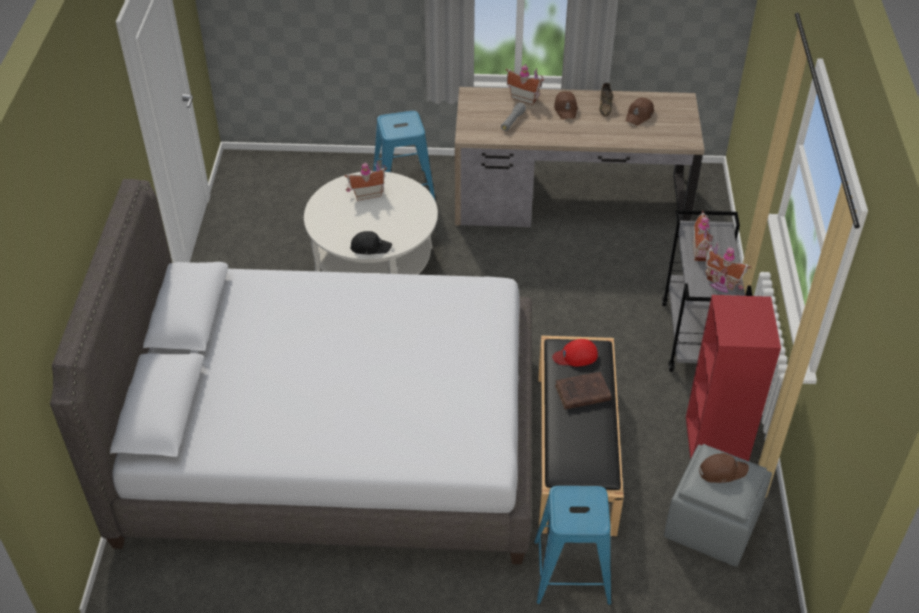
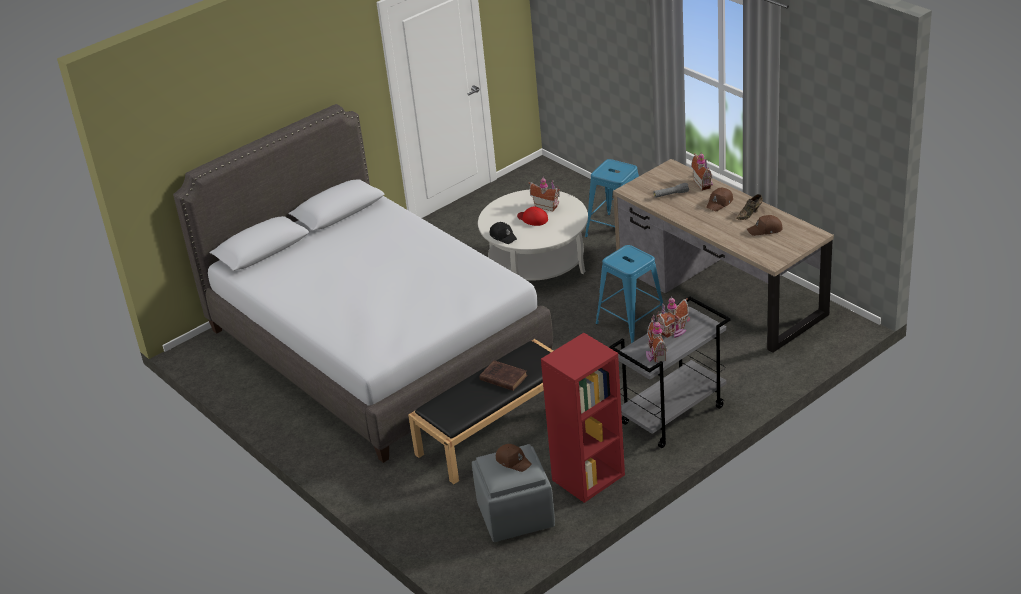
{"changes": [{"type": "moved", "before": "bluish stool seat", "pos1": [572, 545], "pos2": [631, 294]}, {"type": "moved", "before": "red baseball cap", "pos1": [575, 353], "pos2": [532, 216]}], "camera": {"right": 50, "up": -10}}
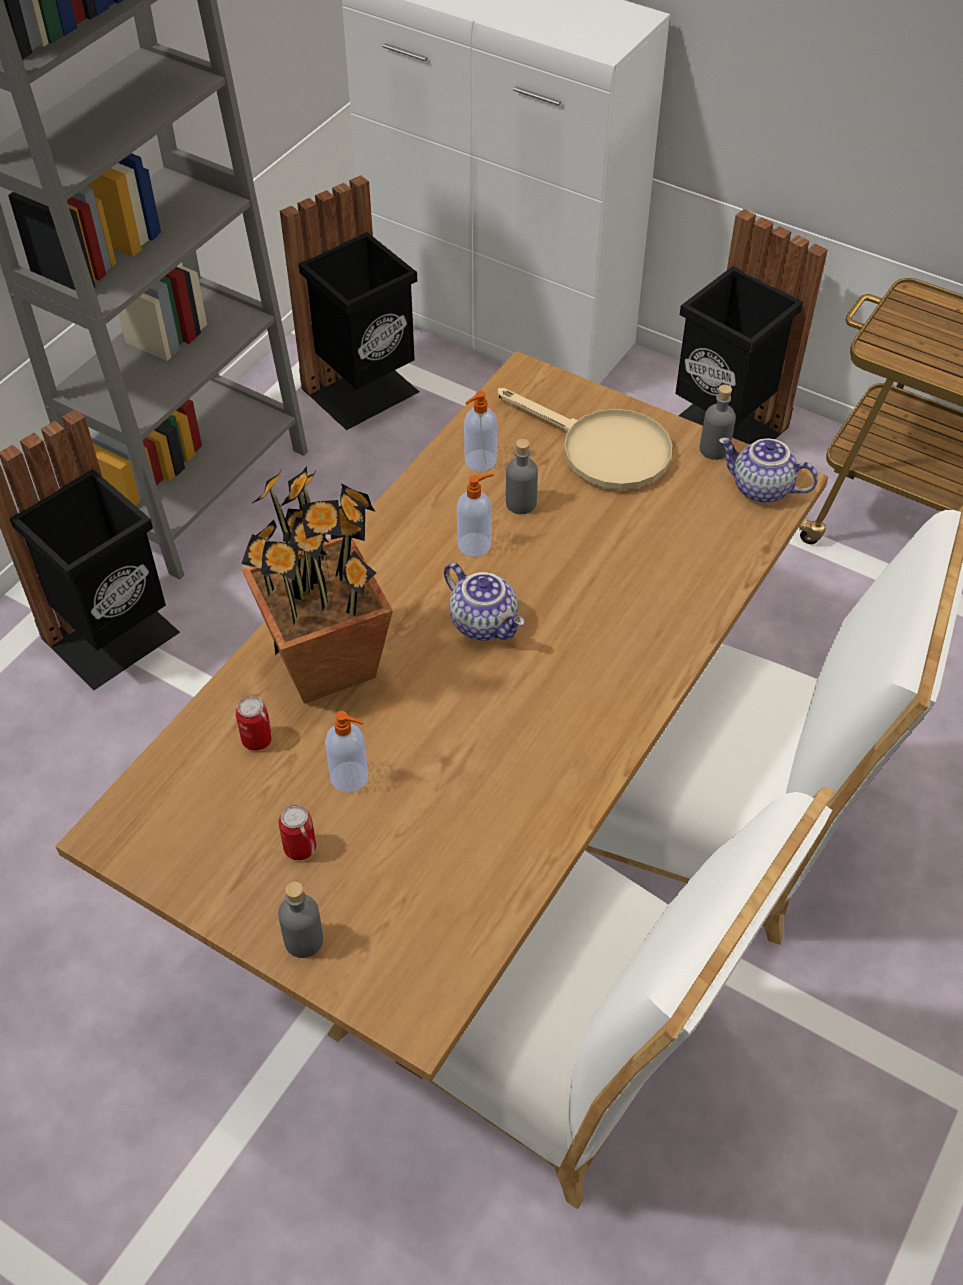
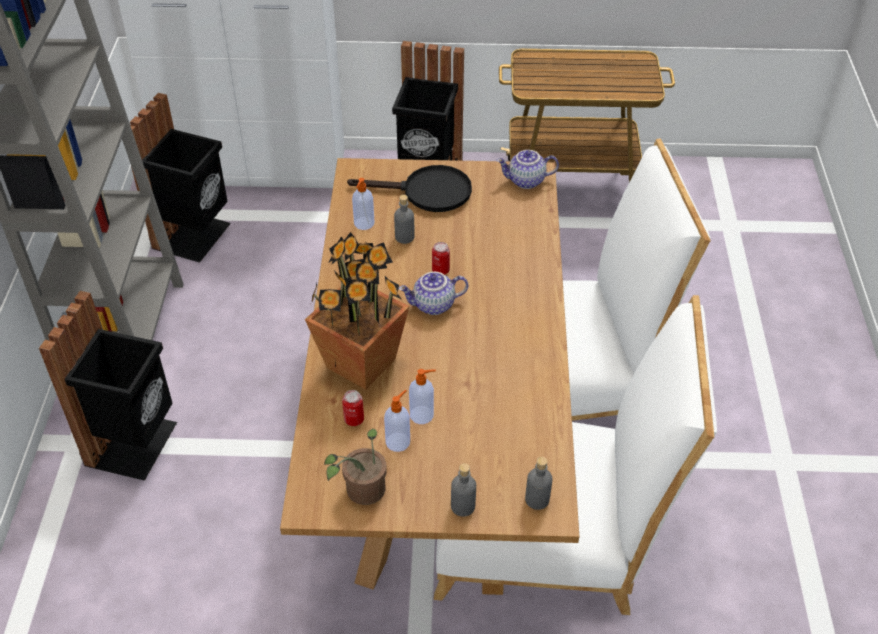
{"changes": [{"type": "moved", "before": "metal can", "pos1": [297, 832], "pos2": [441, 258]}, {"type": "turned", "before": "pot for tea", "pos1": [484, 601], "pos2": [433, 293], "turn": 150}, {"type": "moved", "before": "soap dispenser", "pos1": [475, 515], "pos2": [397, 421]}, {"type": "recoloured", "before": "sand-coloured frying pan", "after": "blackish frying pan", "pos1": [585, 439], "pos2": [409, 188]}, {"type": "moved", "before": "greyish beverage bottle", "pos1": [718, 422], "pos2": [538, 483]}, {"type": "added", "after": "potted plant", "pos2": [355, 467]}], "camera": {"right": -30, "up": -5}}
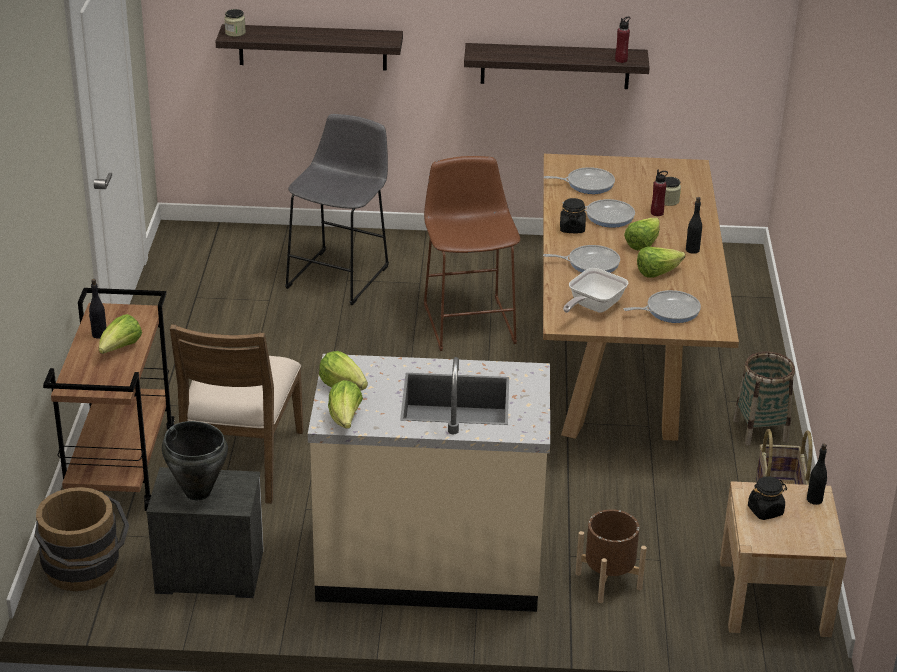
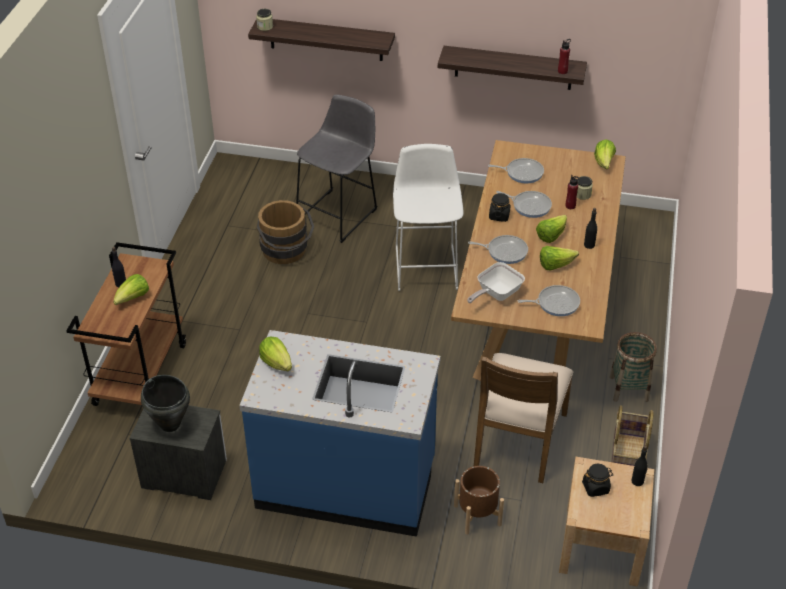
{"changes": [{"type": "moved", "before": "brown-coloured water bucket", "pos1": [81, 539], "pos2": [285, 232]}, {"type": "moved", "before": "brown-coloured upright chair", "pos1": [237, 414], "pos2": [524, 418]}, {"type": "recoloured", "before": "sand-coloured kitchen base unit", "after": "bluish kitchen base unit", "pos1": [429, 483], "pos2": [340, 433]}, {"type": "moved", "before": "lettuce", "pos1": [345, 404], "pos2": [605, 154]}, {"type": "recoloured", "before": "brown-coloured stool seat", "after": "white-coloured stool seat", "pos1": [472, 253], "pos2": [428, 217]}], "camera": {"right": 10, "up": 10}}
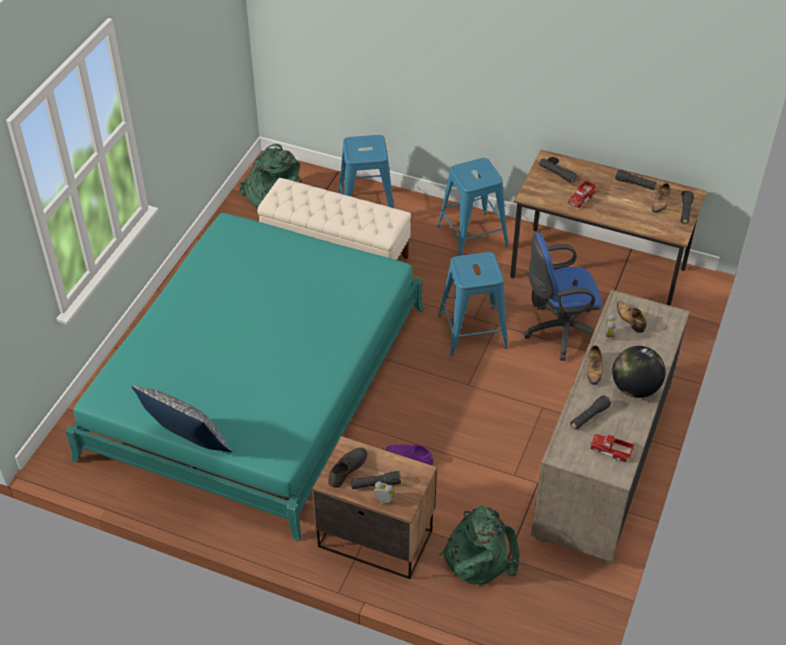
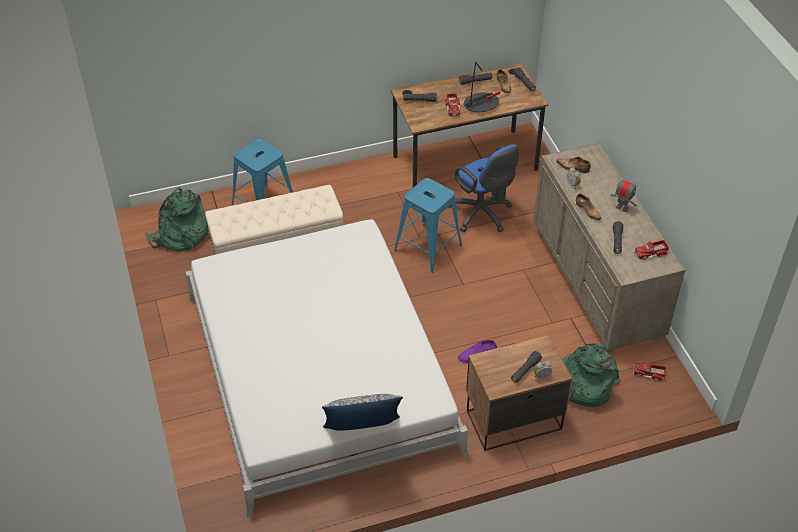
{"changes": [{"type": "recoloured", "before": "turquoise-coloured bedroom bed", "after": "white-coloured bedroom bed", "pos1": [244, 377], "pos2": [327, 368]}, {"type": "removed", "before": "greyish low shoe", "pos1": [347, 468]}, {"type": "removed", "before": "bluish stool seat", "pos1": [472, 207]}, {"type": "turned", "before": "bluish desk chair", "pos1": [562, 297], "pos2": [483, 188], "turn": -75}, {"type": "replaced", "before": "desk globe", "after": "robot figure", "pos1": [638, 372], "pos2": [624, 193]}, {"type": "added", "after": "tabletop lamp", "pos2": [482, 87]}, {"type": "added", "after": "toy lorry", "pos2": [649, 372]}], "camera": {"right": -40, "up": 0}}
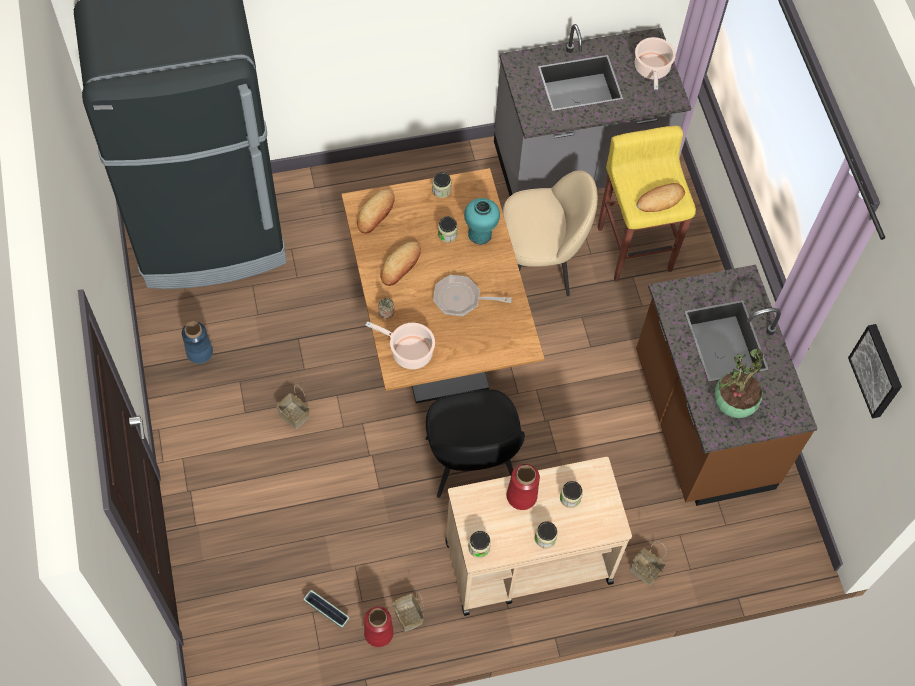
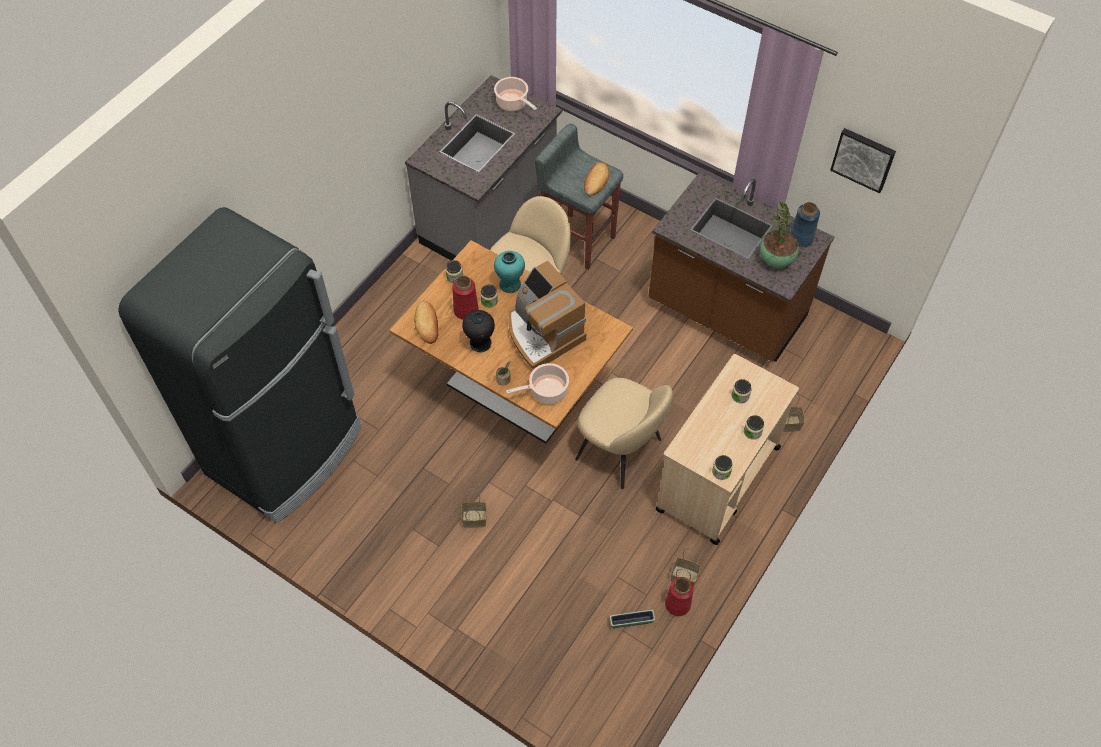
{"changes": [{"type": "moved", "before": "bluish flower vase", "pos1": [197, 342], "pos2": [805, 224]}, {"type": "replaced", "before": "bread", "after": "blackish flower vase", "pos1": [401, 263], "pos2": [478, 331]}, {"type": "recoloured", "before": "blackish upright chair", "after": "sand-coloured upright chair", "pos1": [475, 443], "pos2": [624, 433]}, {"type": "replaced", "before": "frying pan", "after": "coffee machine", "pos1": [472, 295], "pos2": [547, 315]}, {"type": "moved", "before": "red flower vase", "pos1": [523, 487], "pos2": [465, 298]}, {"type": "recoloured", "before": "yellowish stool seat", "after": "greyish stool seat", "pos1": [647, 204], "pos2": [579, 197]}], "camera": {"right": -40, "up": -5}}
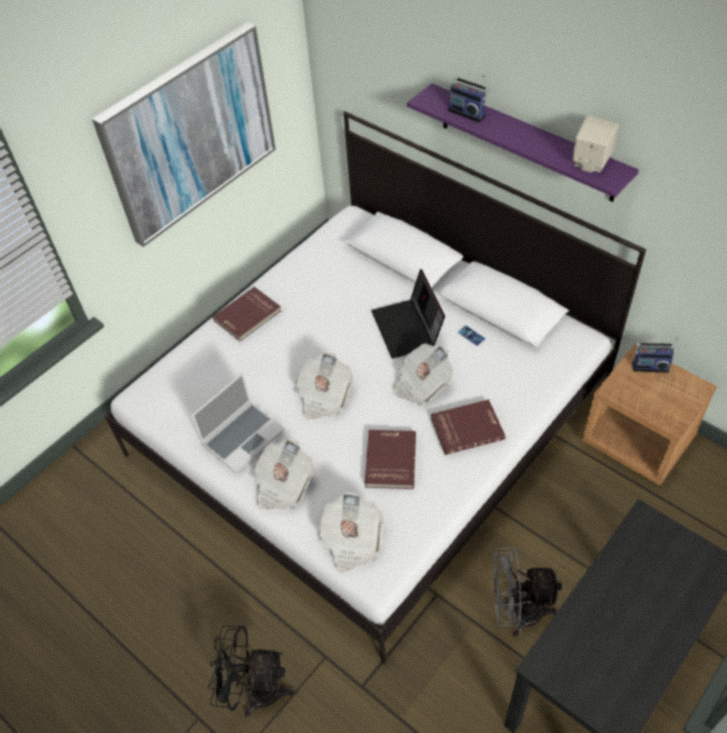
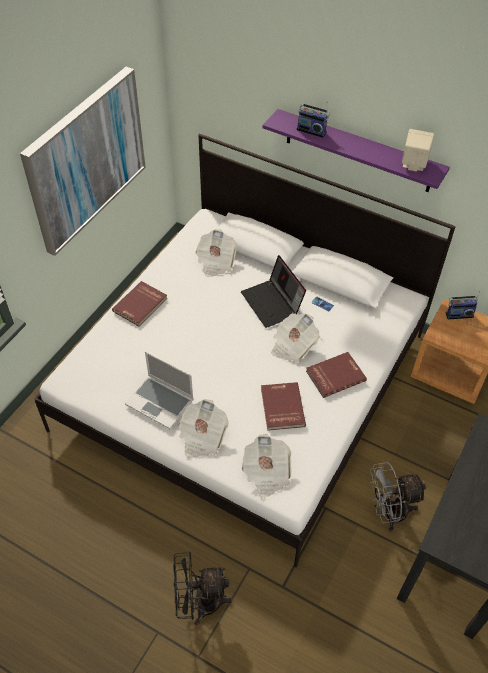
{"changes": [{"type": "turned", "before": "laptop", "pos1": [238, 422], "pos2": [159, 390], "turn": 90}, {"type": "moved", "before": "printed paper", "pos1": [324, 385], "pos2": [216, 253]}], "camera": {"right": -15, "up": 0}}
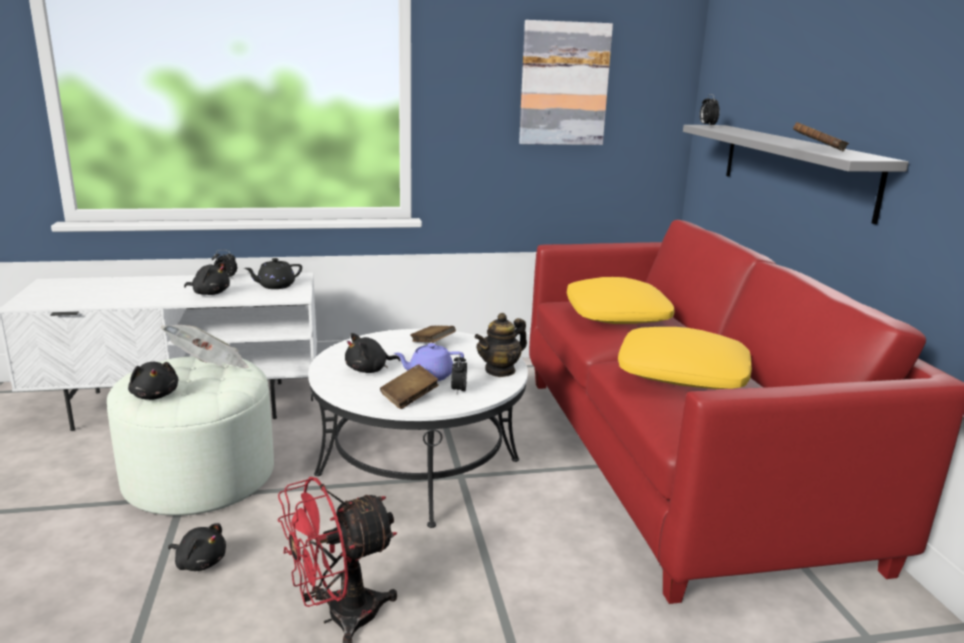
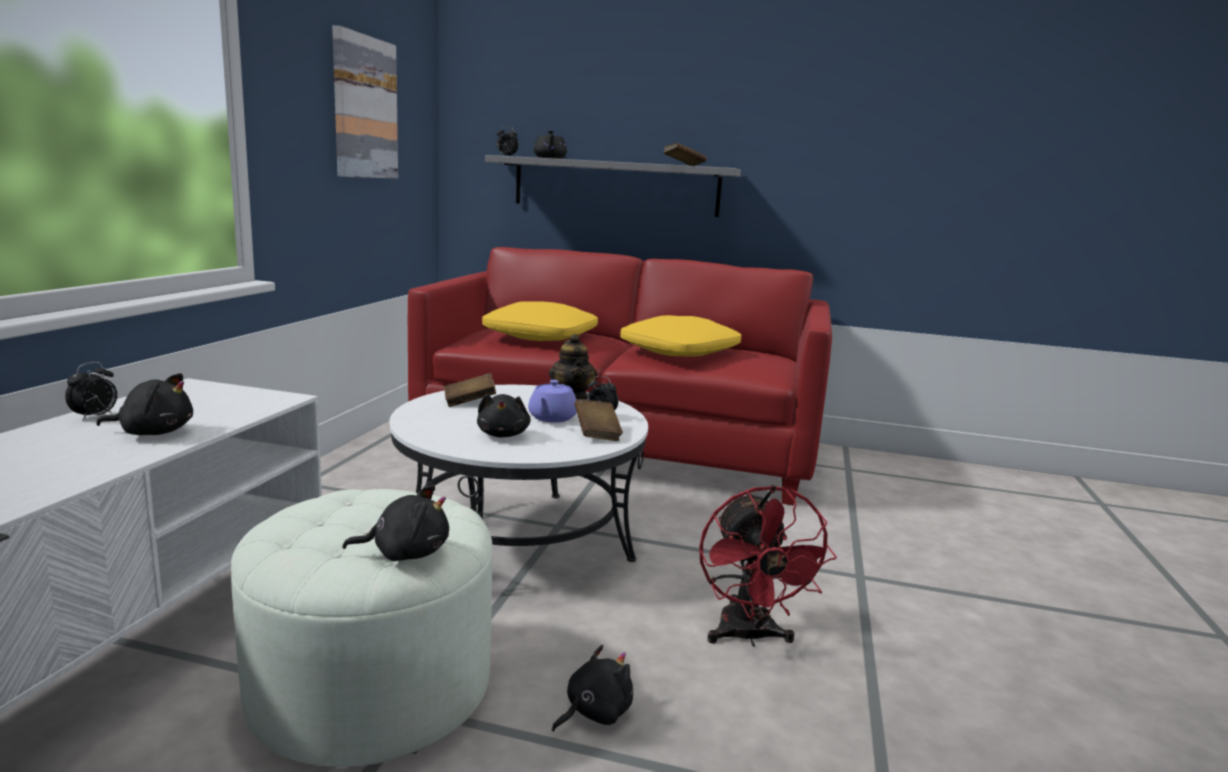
{"changes": [{"type": "removed", "before": "printed paper", "pos1": [205, 346]}, {"type": "turned", "before": "blackish plush toy", "pos1": [207, 278], "pos2": [144, 404], "turn": 45}, {"type": "moved", "before": "blackish pot for tea", "pos1": [273, 273], "pos2": [550, 145]}], "camera": {"right": -65, "up": -5}}
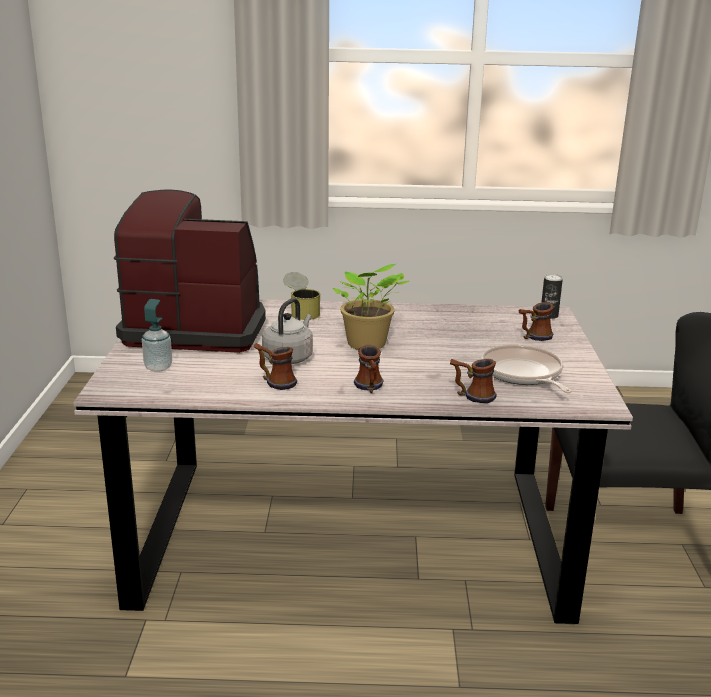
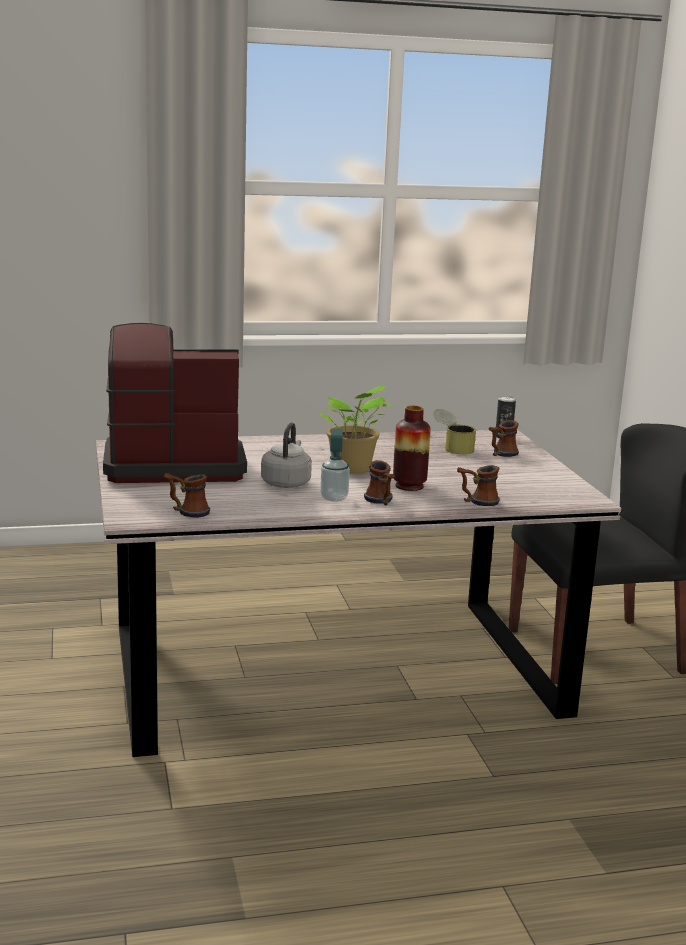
{"changes": [{"type": "moved", "before": "soap dispenser", "pos1": [157, 335], "pos2": [335, 465]}, {"type": "moved", "before": "mug", "pos1": [275, 366], "pos2": [187, 495]}, {"type": "moved", "before": "metal can", "pos1": [301, 296], "pos2": [454, 431]}, {"type": "removed", "before": "frying pan", "pos1": [526, 369]}, {"type": "added", "after": "flower vase", "pos2": [412, 448]}], "camera": {"right": -15, "up": -5}}
